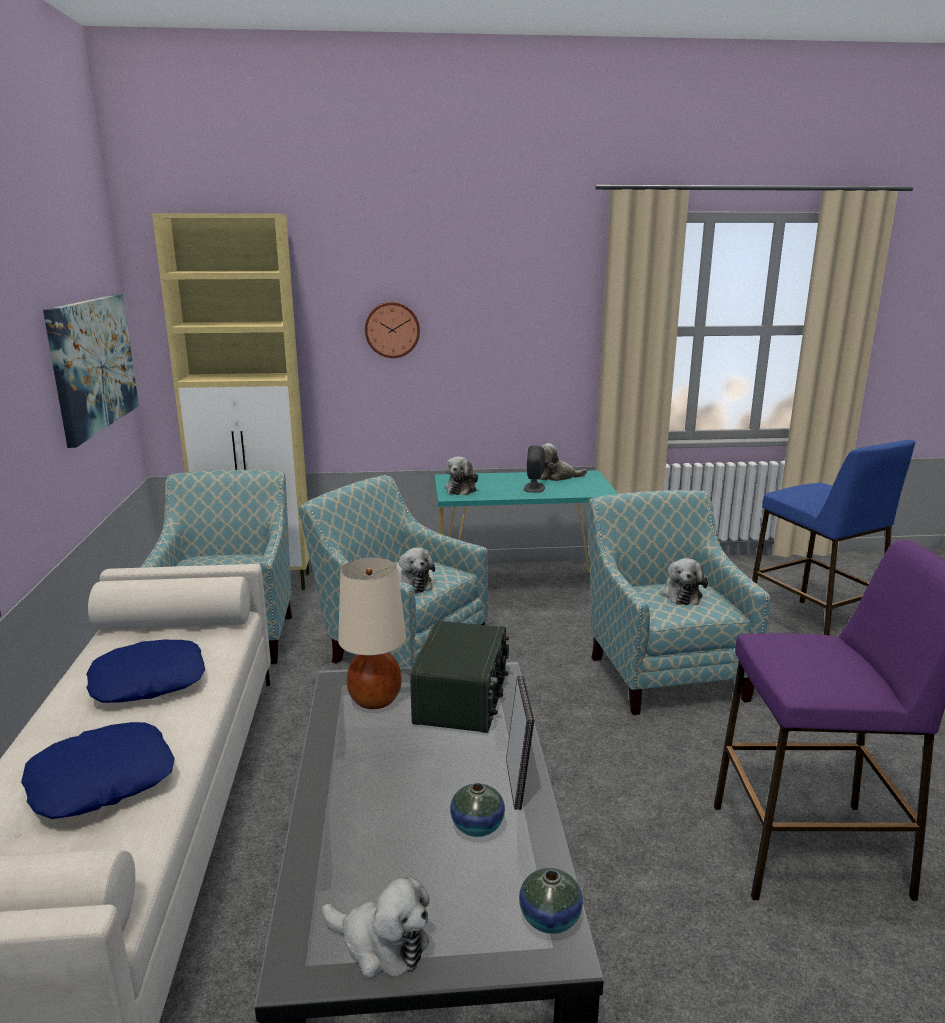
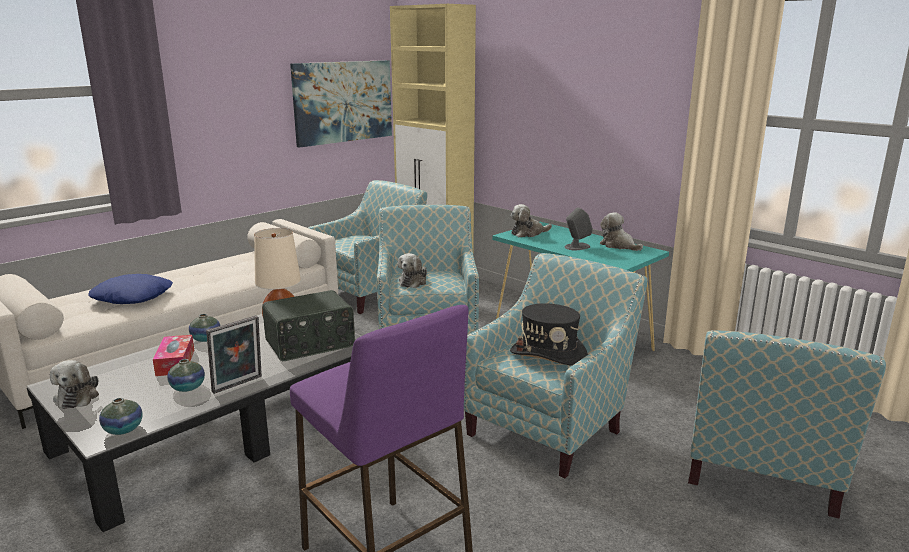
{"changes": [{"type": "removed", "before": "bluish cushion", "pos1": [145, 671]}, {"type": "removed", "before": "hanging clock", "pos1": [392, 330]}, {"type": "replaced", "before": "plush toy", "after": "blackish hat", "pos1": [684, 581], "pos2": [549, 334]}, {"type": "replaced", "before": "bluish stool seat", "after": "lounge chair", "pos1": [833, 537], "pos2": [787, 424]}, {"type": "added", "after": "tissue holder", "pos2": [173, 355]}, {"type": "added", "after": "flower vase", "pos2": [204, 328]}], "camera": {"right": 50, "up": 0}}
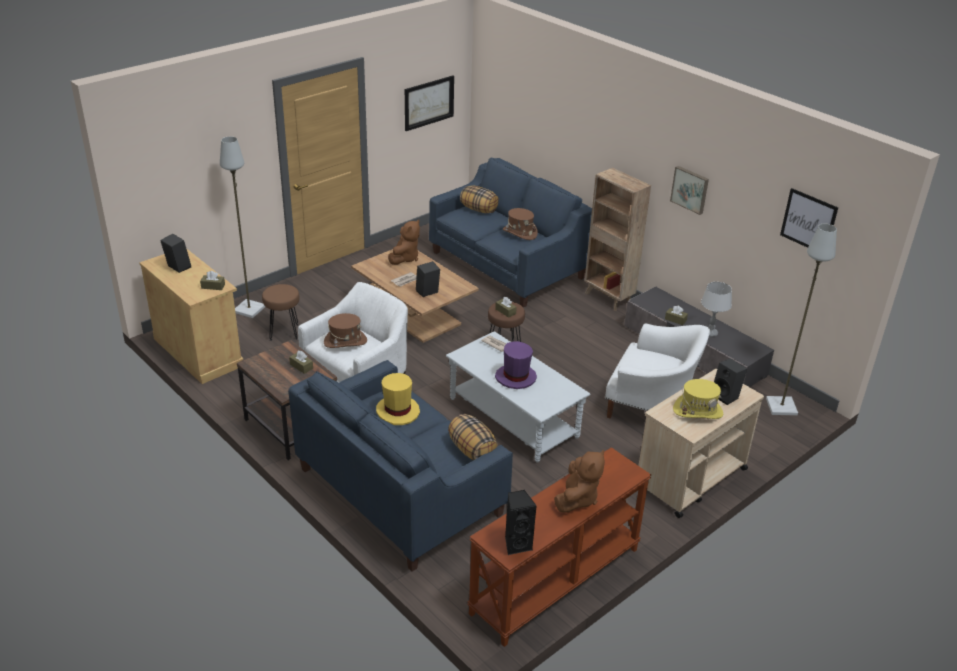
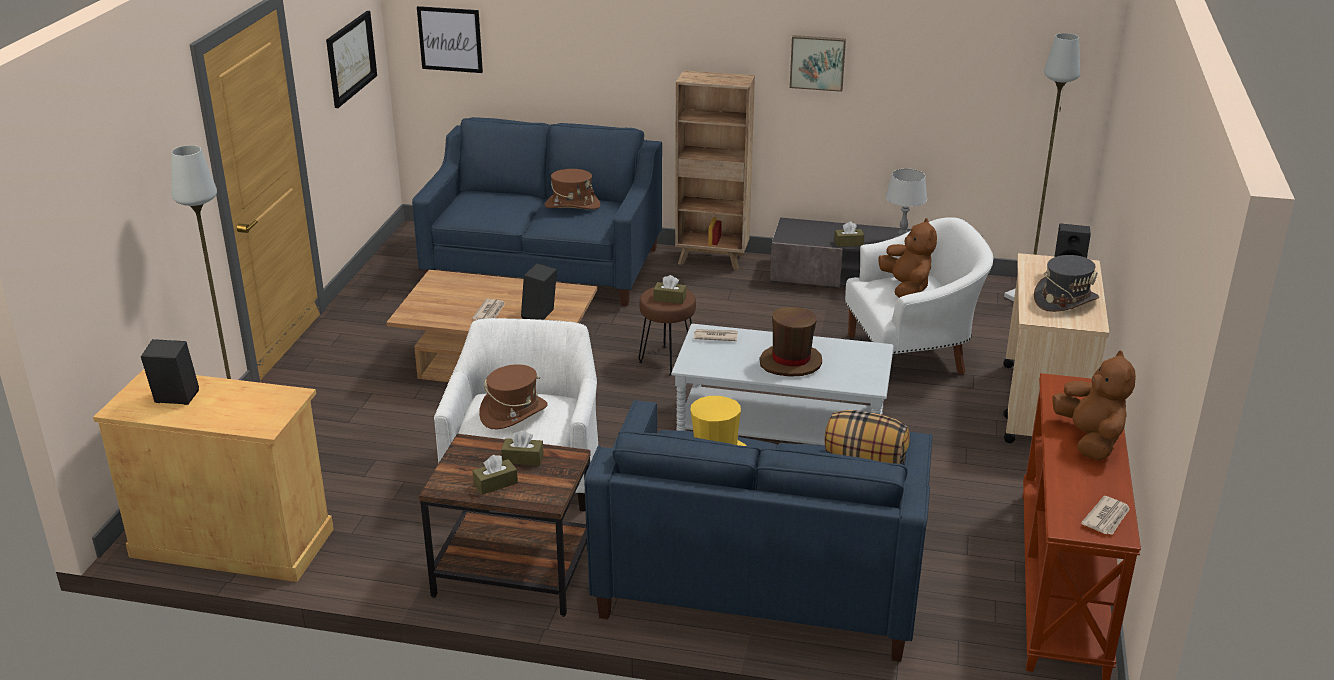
{"changes": [{"type": "moved", "before": "brown-coloured tissue holder", "pos1": [212, 280], "pos2": [495, 475]}, {"type": "removed", "before": "brown-coloured stool seat", "pos1": [281, 312]}, {"type": "moved", "before": "brown-coloured plush toy", "pos1": [404, 242], "pos2": [907, 258]}, {"type": "removed", "before": "cushion", "pos1": [479, 199]}, {"type": "recoloured", "before": "purple-coloured hat", "after": "brown-coloured hat", "pos1": [516, 365], "pos2": [791, 342]}, {"type": "replaced", "before": "blackish loudspeaker", "after": "printed paper", "pos1": [521, 522], "pos2": [1105, 515]}, {"type": "recoloured", "before": "yellowish hat", "after": "greyish hat", "pos1": [698, 399], "pos2": [1066, 283]}, {"type": "moved", "before": "picture", "pos1": [809, 218], "pos2": [450, 39]}], "camera": {"right": -35, "up": -5}}
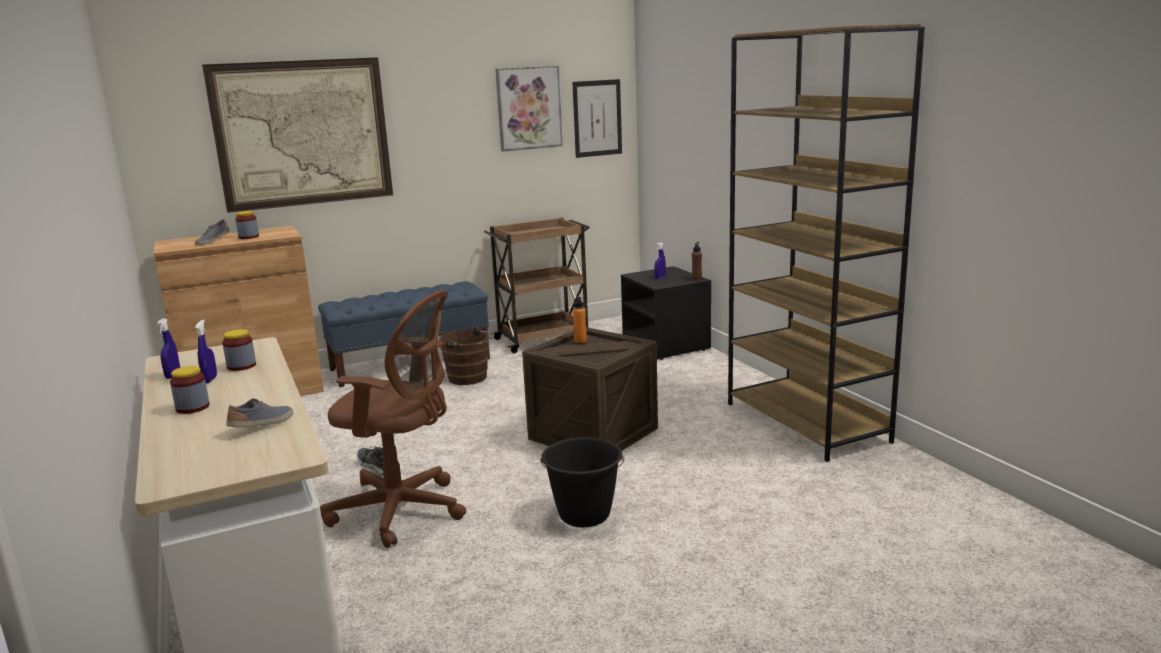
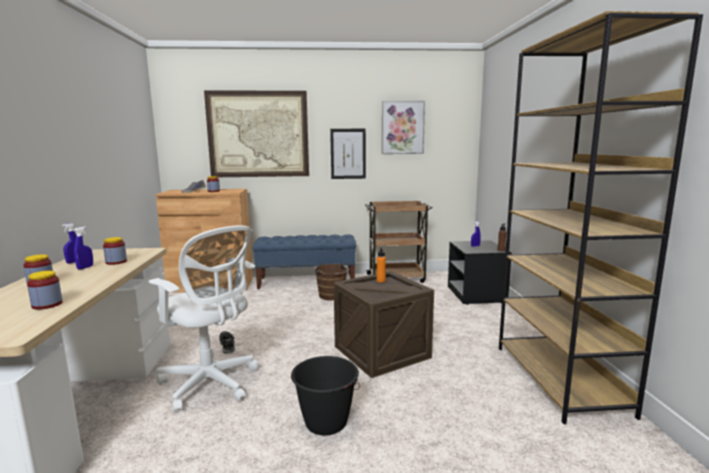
{"changes": [{"type": "replaced", "before": "low shoe", "after": "jar", "pos1": [259, 413], "pos2": [45, 290]}, {"type": "recoloured", "before": "brown-coloured desk chair", "after": "white-coloured desk chair", "pos1": [393, 419], "pos2": [204, 318]}, {"type": "moved", "before": "picture", "pos1": [597, 118], "pos2": [348, 154]}], "camera": {"right": 20, "up": -5}}
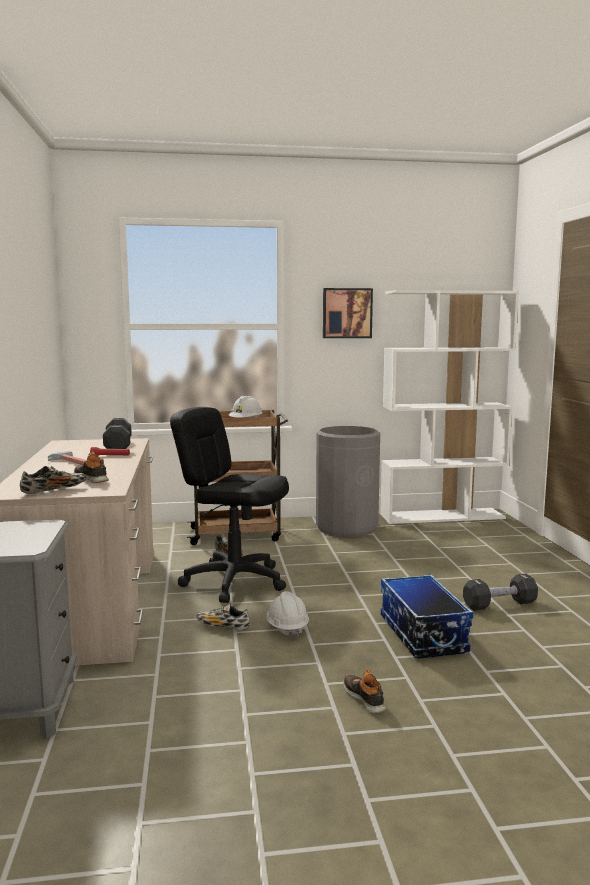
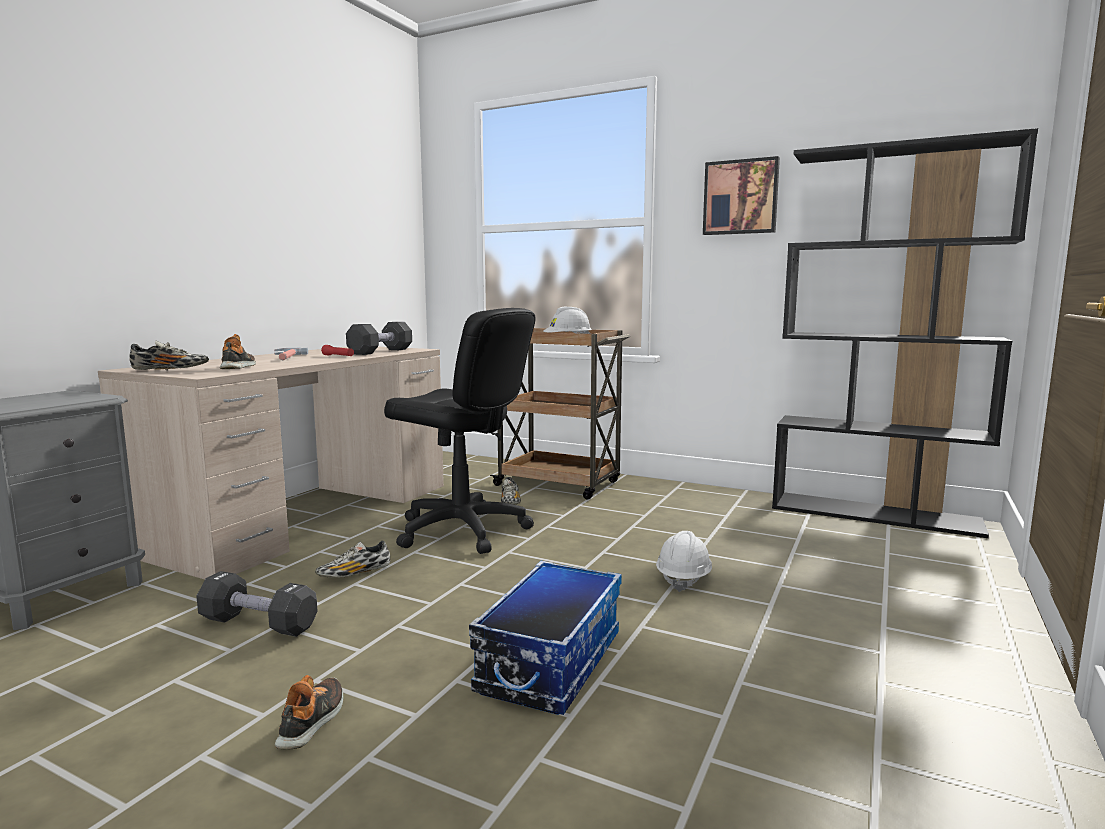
{"changes": [{"type": "turned", "before": "blackish desk chair", "pos1": [229, 505], "pos2": [460, 431], "turn": 150}, {"type": "turned", "before": "low shoe", "pos1": [223, 617], "pos2": [352, 559], "turn": -90}, {"type": "moved", "before": "white-coloured hard hat", "pos1": [288, 615], "pos2": [684, 561]}, {"type": "removed", "before": "greyish trash can", "pos1": [348, 481]}, {"type": "recoloured", "before": "white-coloured bookcase", "after": "blackish bookcase", "pos1": [449, 407], "pos2": [905, 333]}, {"type": "moved", "before": "blackish dumbbell", "pos1": [500, 592], "pos2": [257, 604]}], "camera": {"right": 35, "up": 0}}
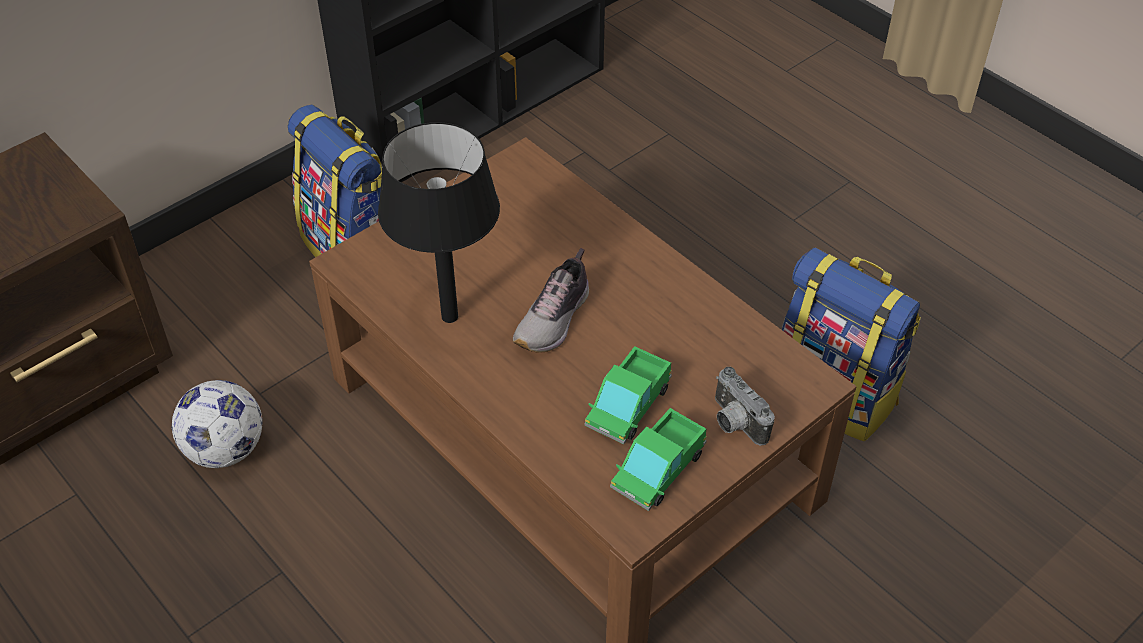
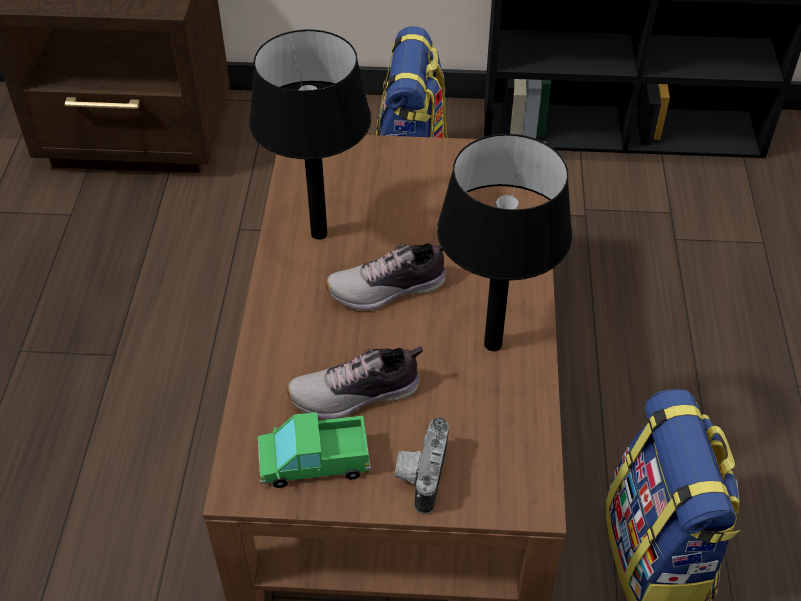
{"changes": [{"type": "removed", "before": "football", "pos1": [217, 424]}, {"type": "replaced", "before": "toy lorry", "after": "low shoe", "pos1": [628, 395], "pos2": [355, 383]}, {"type": "added", "after": "blackish tabletop lamp", "pos2": [505, 242]}], "camera": {"right": 45, "up": 0}}
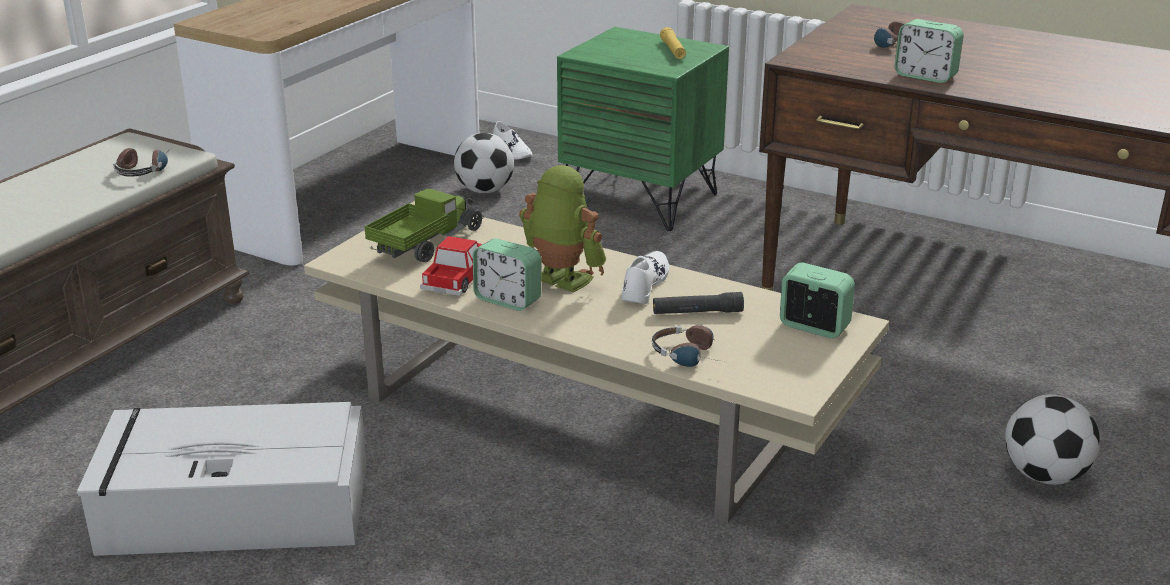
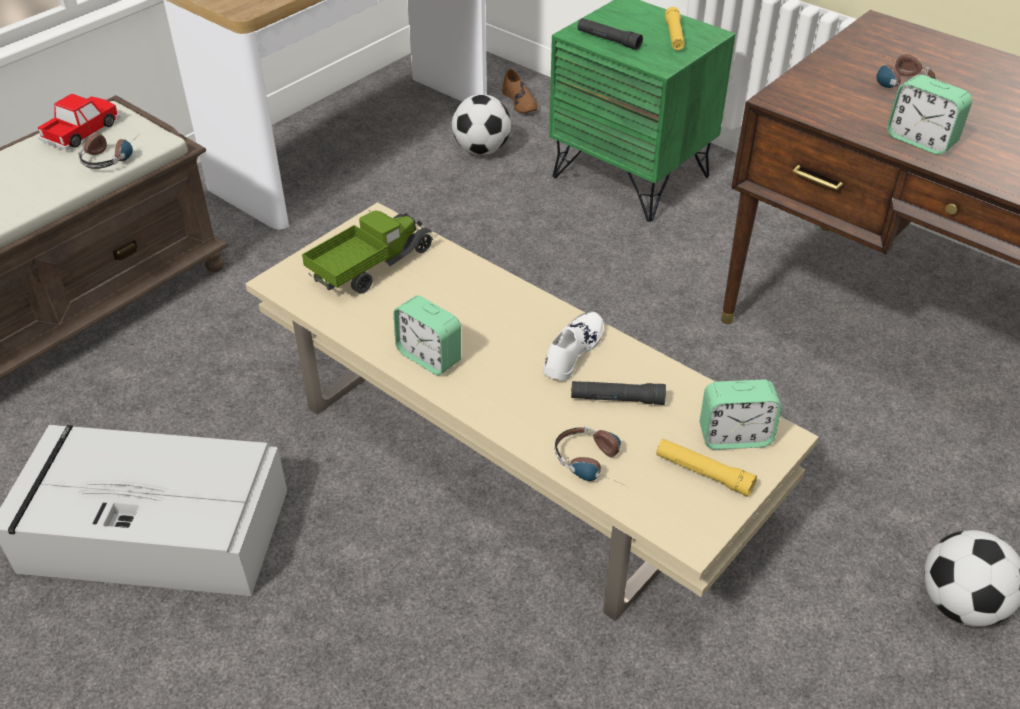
{"changes": [{"type": "moved", "before": "miniature car", "pos1": [451, 266], "pos2": [79, 122]}, {"type": "recoloured", "before": "white-coloured low shoe", "after": "brown-coloured low shoe", "pos1": [512, 140], "pos2": [520, 91]}, {"type": "removed", "before": "robot figure", "pos1": [562, 229]}, {"type": "turned", "before": "alarm clock", "pos1": [817, 300], "pos2": [741, 415], "turn": 135}, {"type": "added", "after": "blackish torch", "pos2": [610, 34]}, {"type": "added", "after": "yellowish torch", "pos2": [706, 468]}], "camera": {"right": 10, "up": 15}}
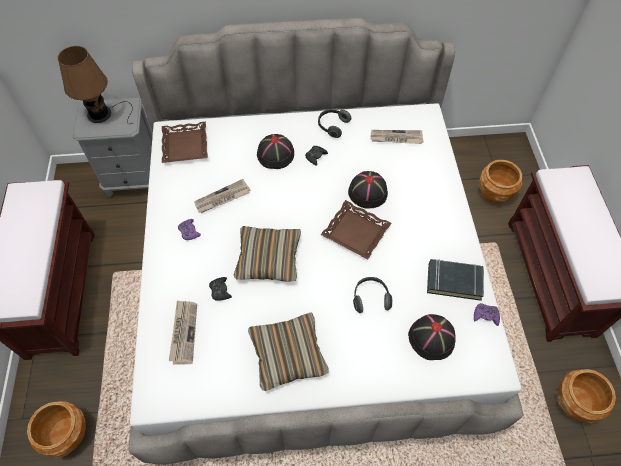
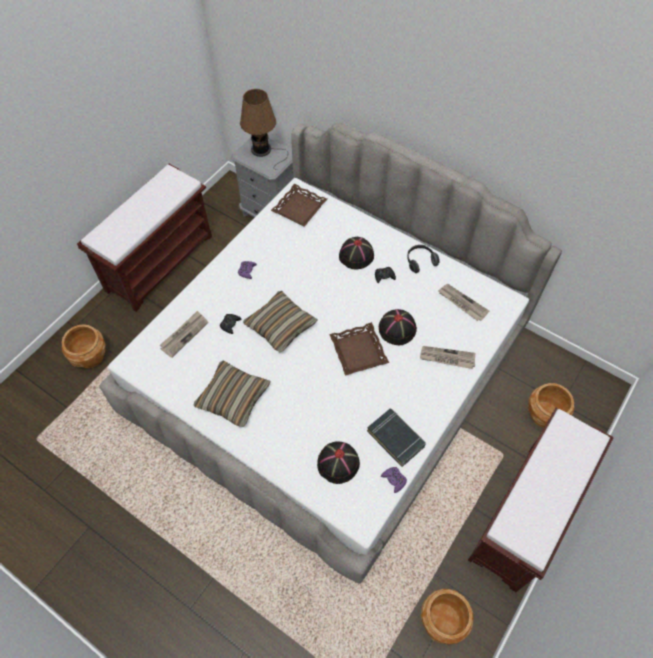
{"changes": [{"type": "moved", "before": "printed paper", "pos1": [222, 196], "pos2": [448, 357]}, {"type": "removed", "before": "headphones", "pos1": [372, 295]}], "camera": {"right": 40, "up": 0}}
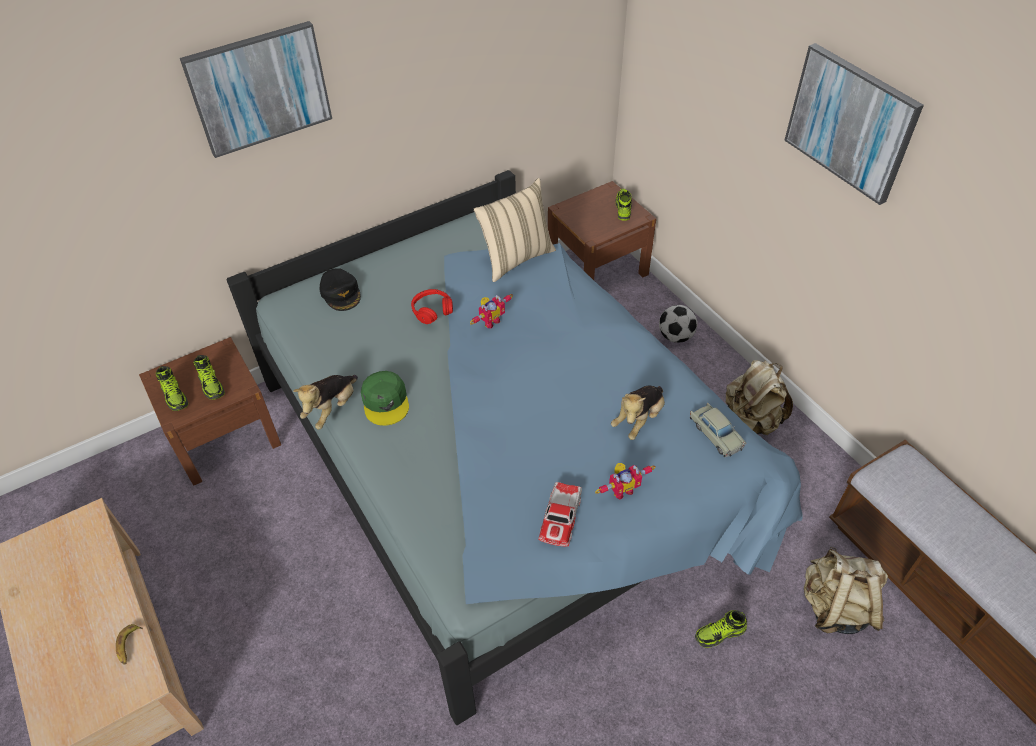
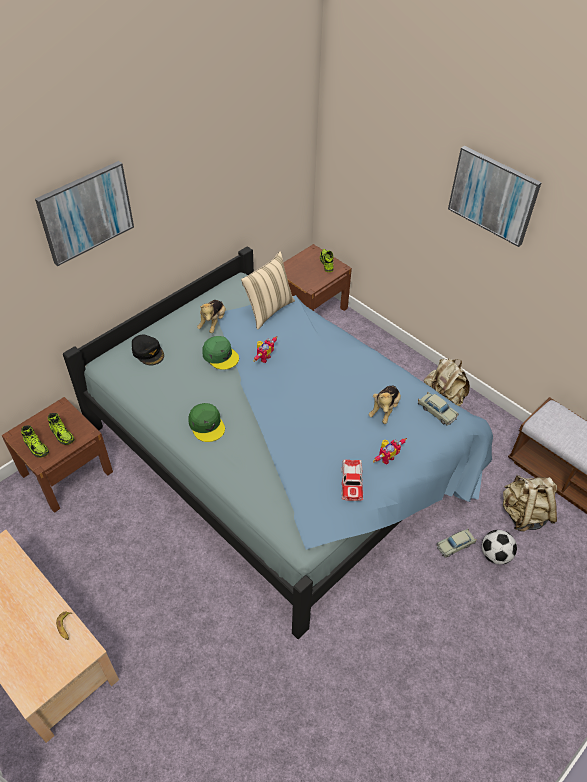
{"changes": [{"type": "moved", "before": "plush toy", "pos1": [325, 402], "pos2": [211, 316]}, {"type": "replaced", "before": "red headphones", "after": "greenish baseball cap", "pos1": [432, 306], "pos2": [220, 353]}, {"type": "moved", "before": "football", "pos1": [678, 324], "pos2": [499, 547]}, {"type": "replaced", "before": "low shoe", "after": "sand-coloured miniature car", "pos1": [721, 629], "pos2": [457, 543]}], "camera": {"right": -15, "up": 0}}
